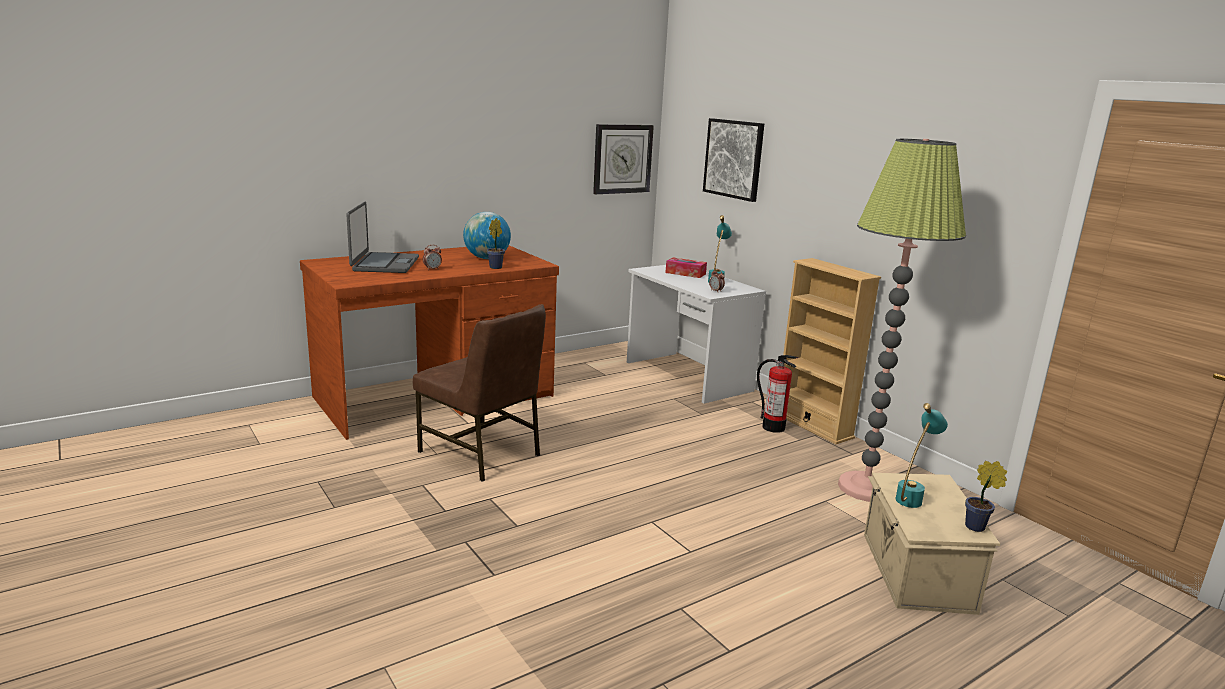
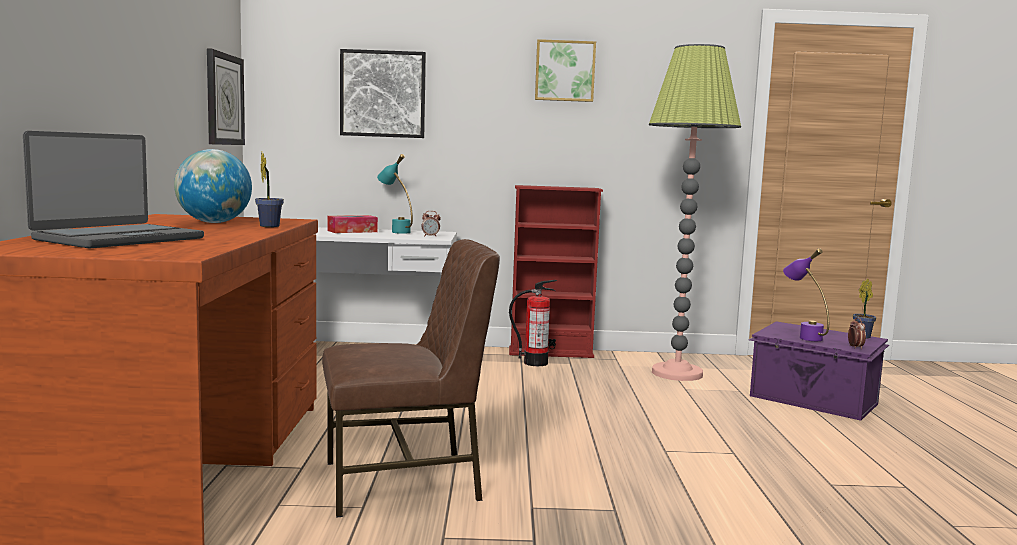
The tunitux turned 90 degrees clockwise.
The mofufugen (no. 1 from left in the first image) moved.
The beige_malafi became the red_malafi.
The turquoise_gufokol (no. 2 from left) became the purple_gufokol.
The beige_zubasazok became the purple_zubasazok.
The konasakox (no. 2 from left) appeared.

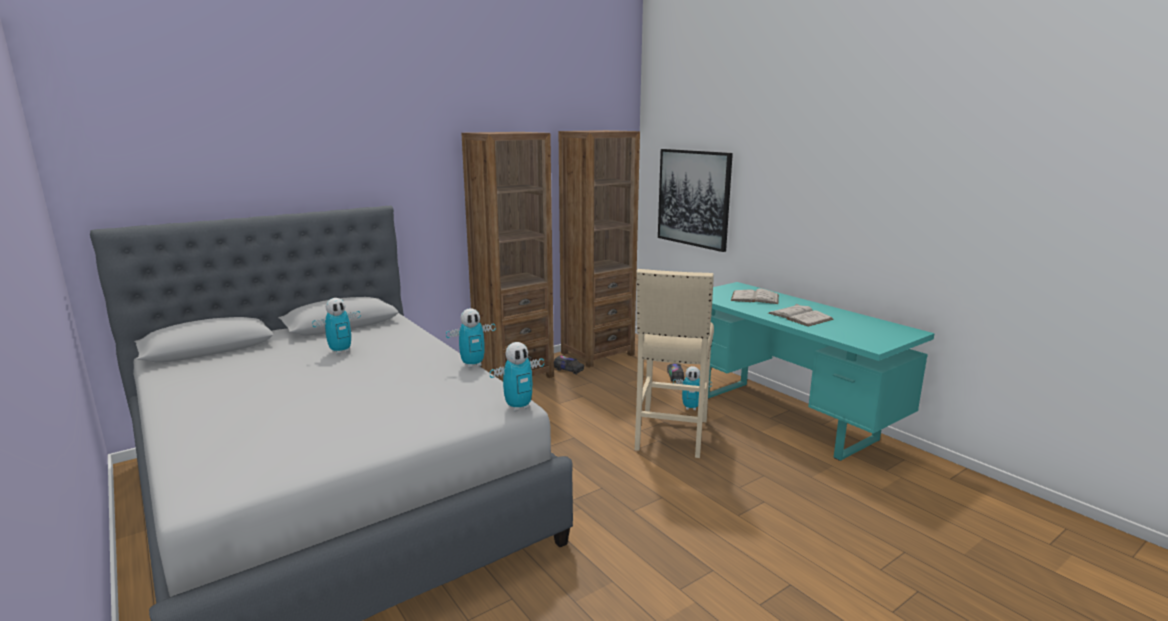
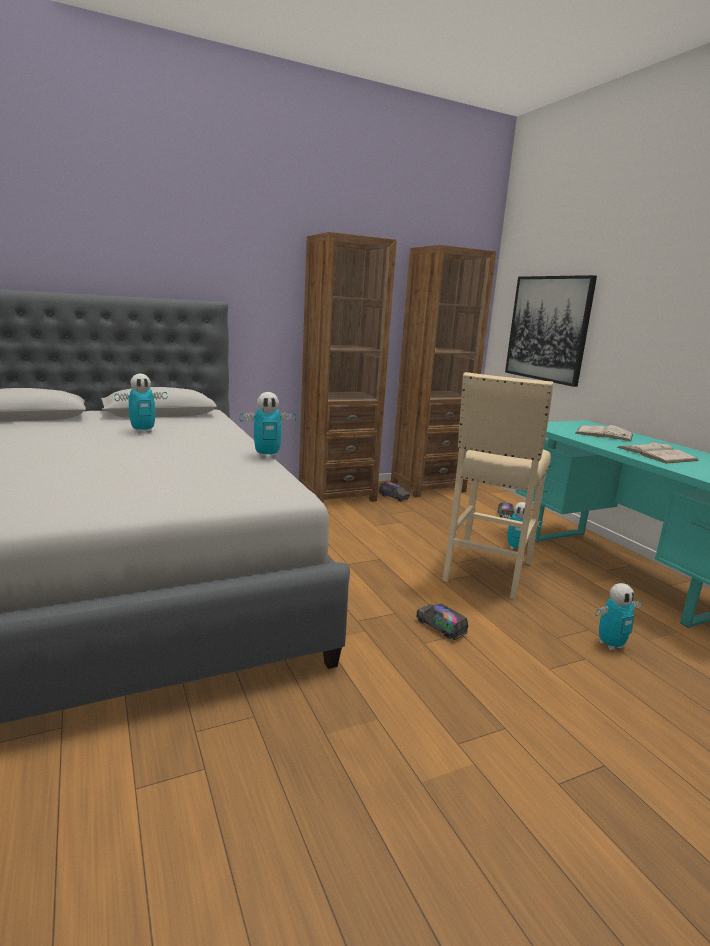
The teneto (no. 3 from left in the first image) moved.
The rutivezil (no. 2 from left) appeared.

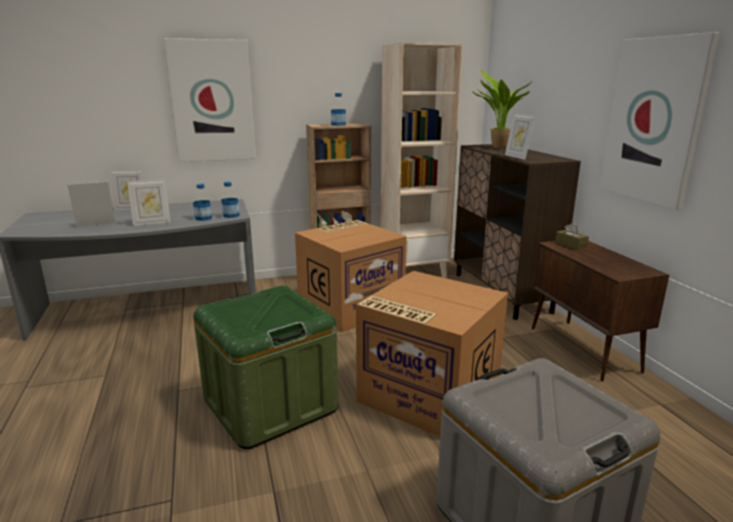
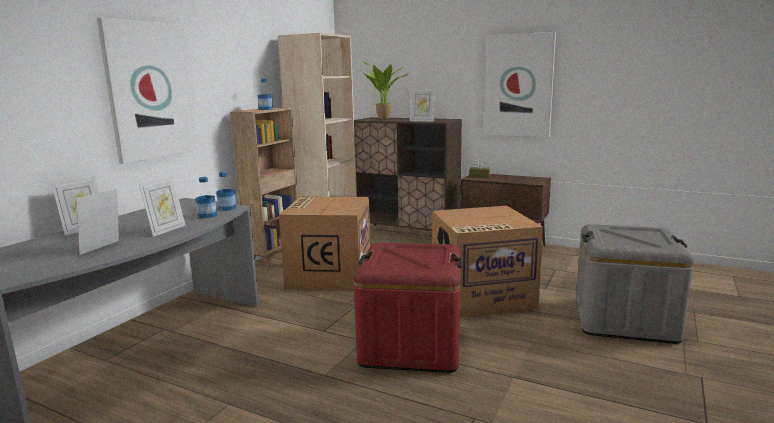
The green_zubasazok became the red_zubasazok.

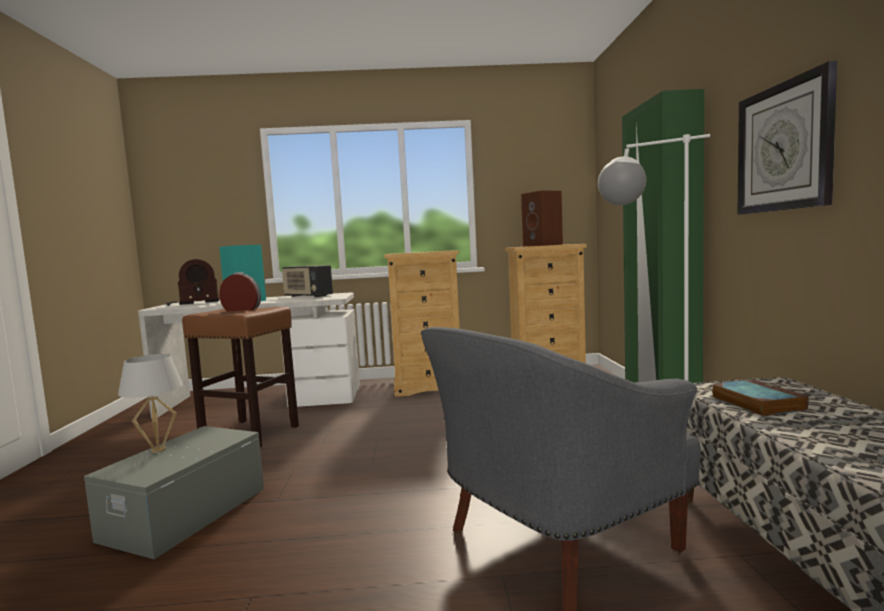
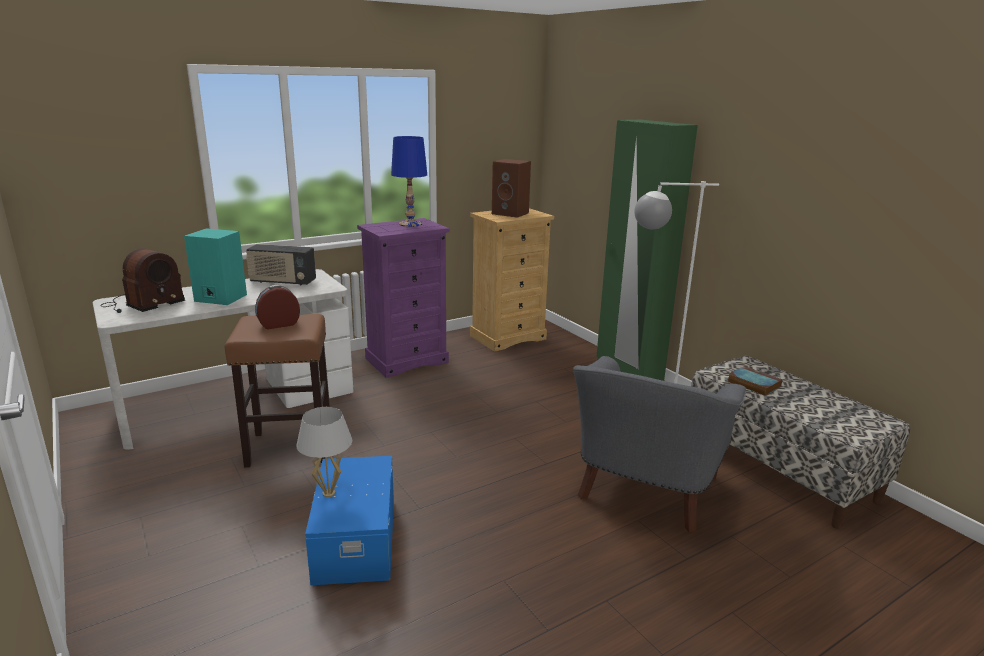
The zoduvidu disappeared.
The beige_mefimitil (no. 1 from left) became the purple_mefimitil.
The grey_zubasazok became the blue_zubasazok.
The blue_gufokol appeared.

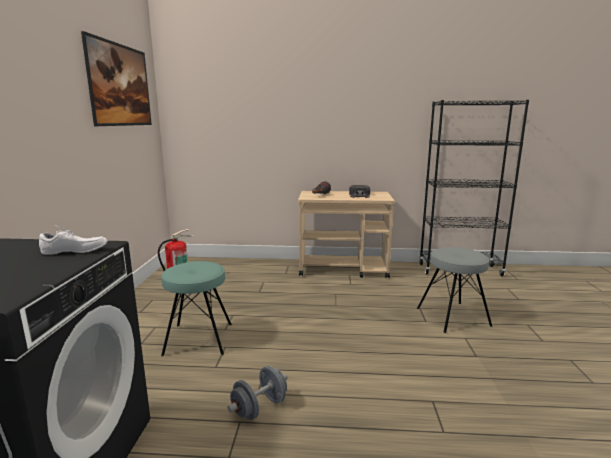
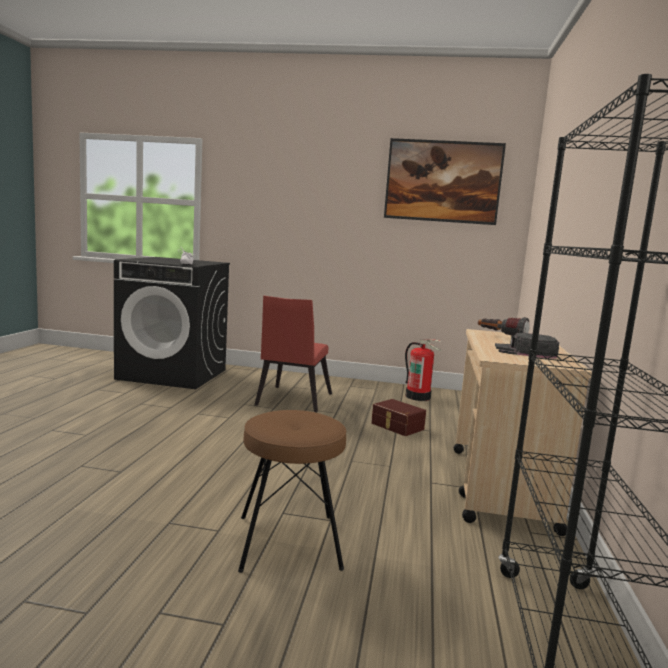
The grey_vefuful became the brown_vefuful.
The turquoise_vefuful was replaced by the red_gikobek.
The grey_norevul disappeared.
The brown_zubasazok appeared.

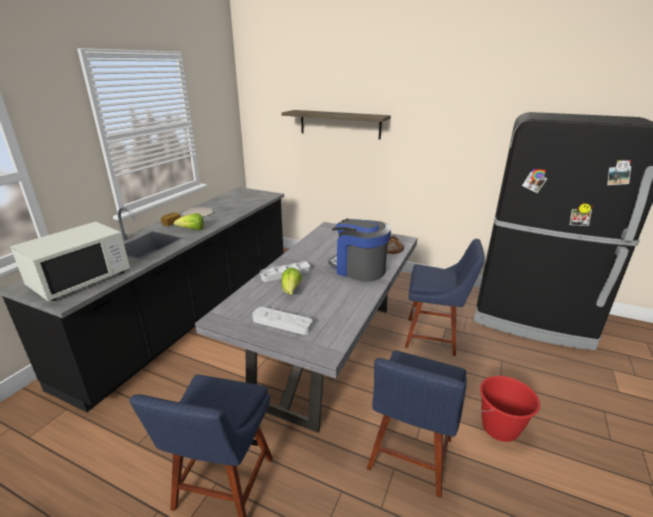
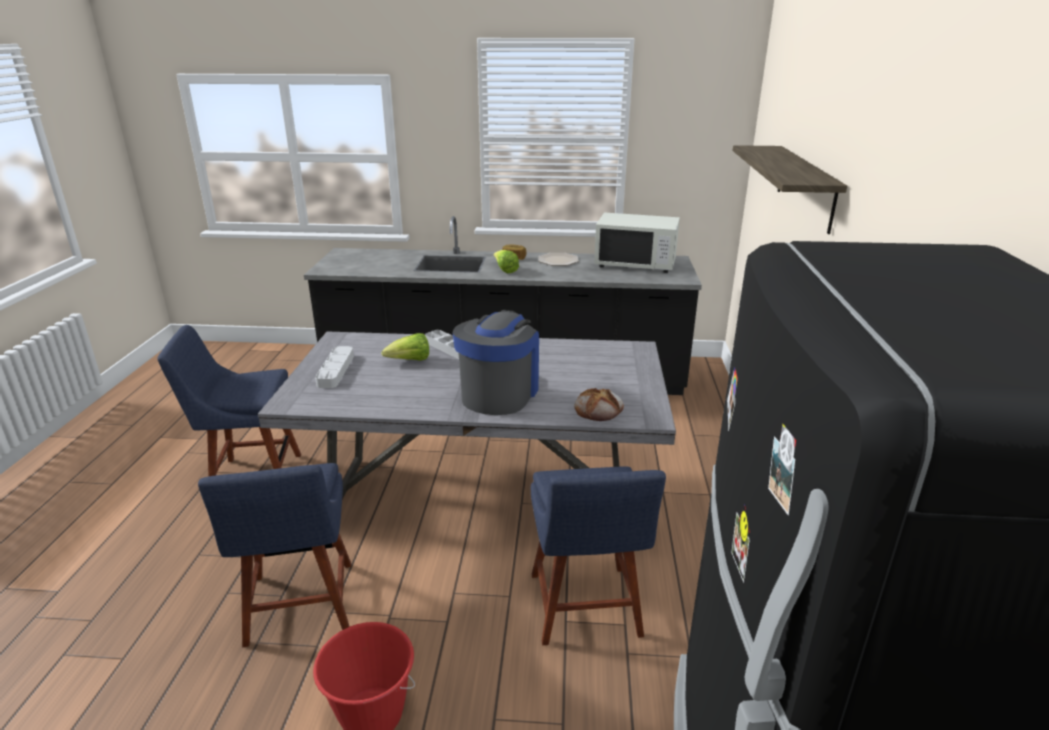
The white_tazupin moved.
The blue_gikobek (no. 2 from left) turned 105 degrees counterclockwise.

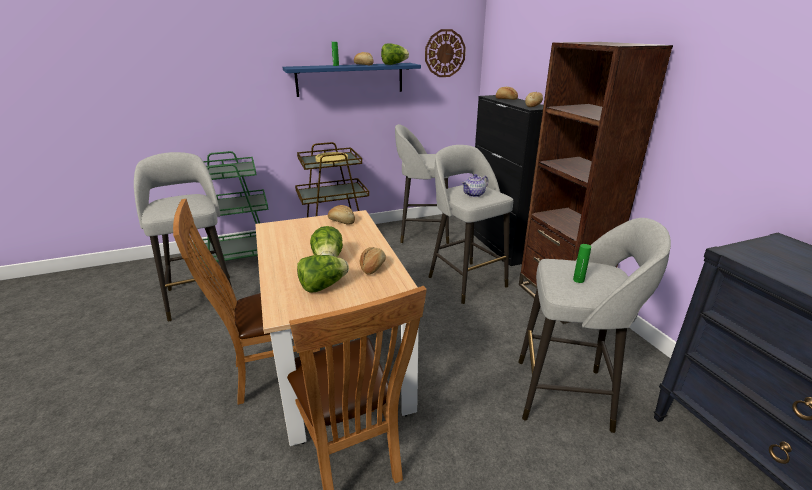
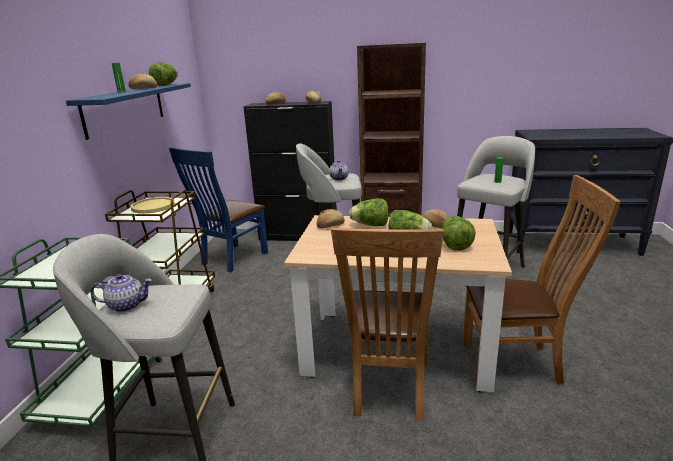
The zoduvidu disappeared.
The grey_vefuful (no. 2 from left) was replaced by the blue_gikobek.
The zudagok (no. 2 from left) appeared.
The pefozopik (no. 1 from left) appeared.

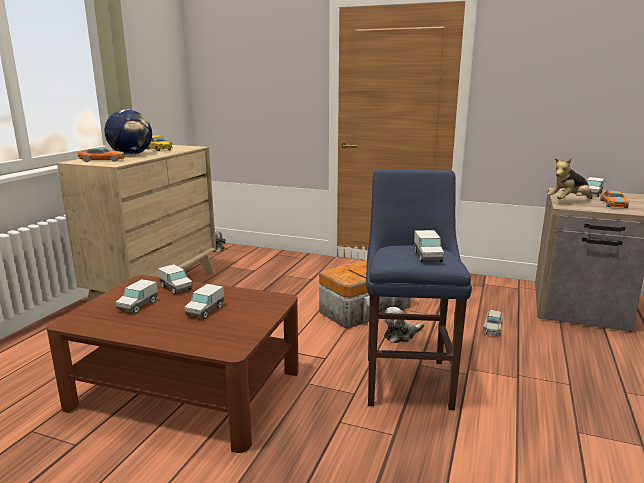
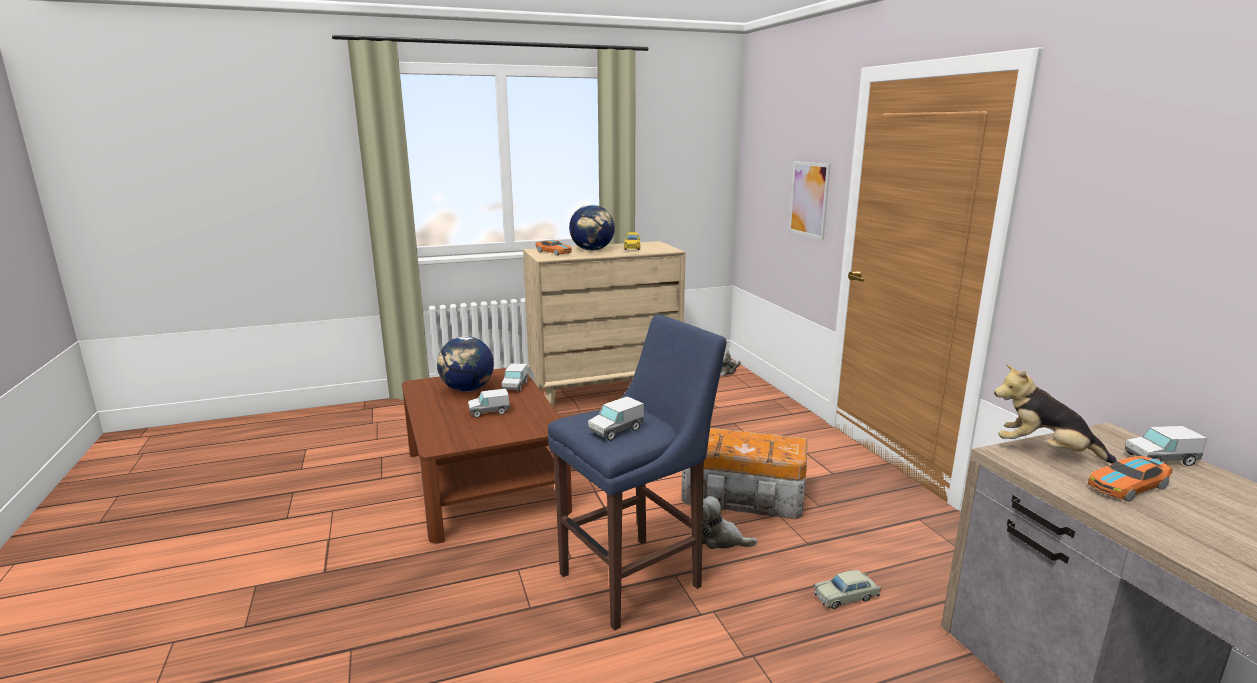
The rutivezil (no. 1 from left) was replaced by the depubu (no. 1 from left).
The konasakox appeared.

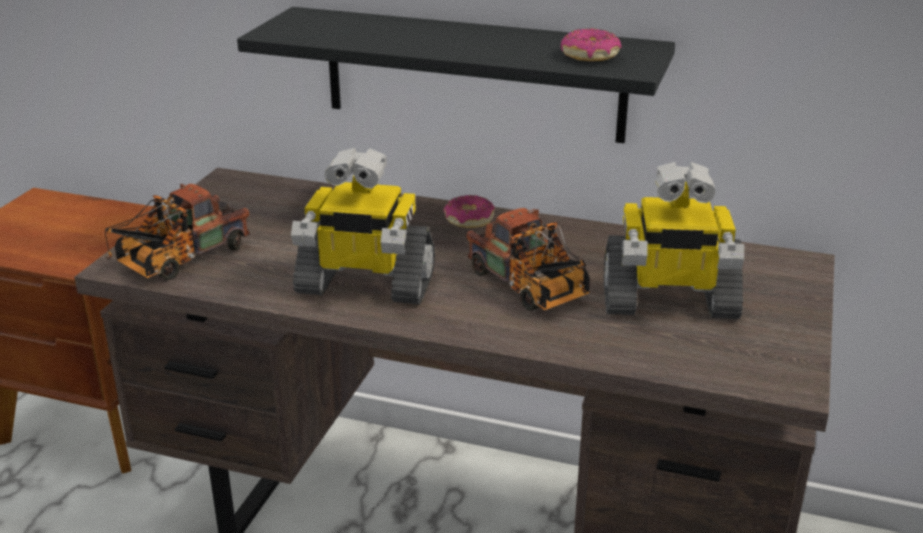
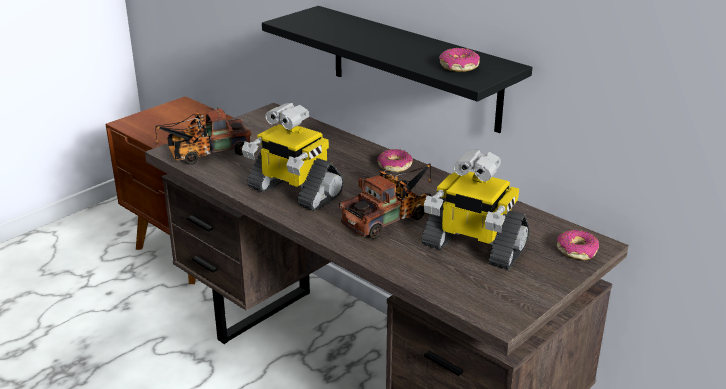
The rutivezil (no. 2 from left) turned 120 degrees counterclockwise.
The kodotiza (no. 3 from left) appeared.

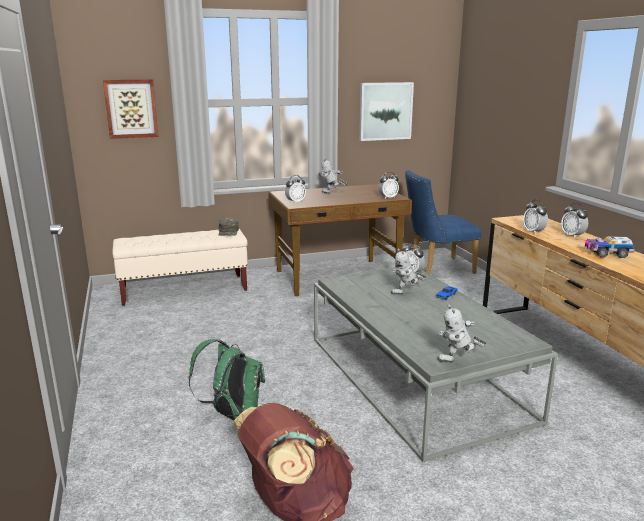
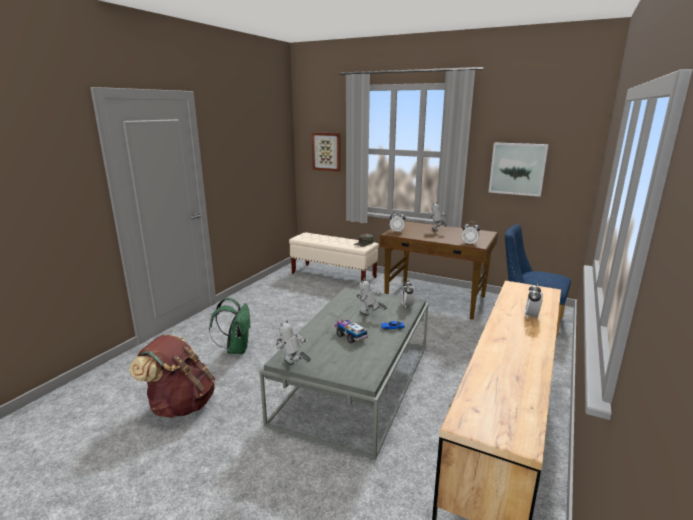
The mofufugen (no. 4 from left) disappeared.
The rutivezil moved.

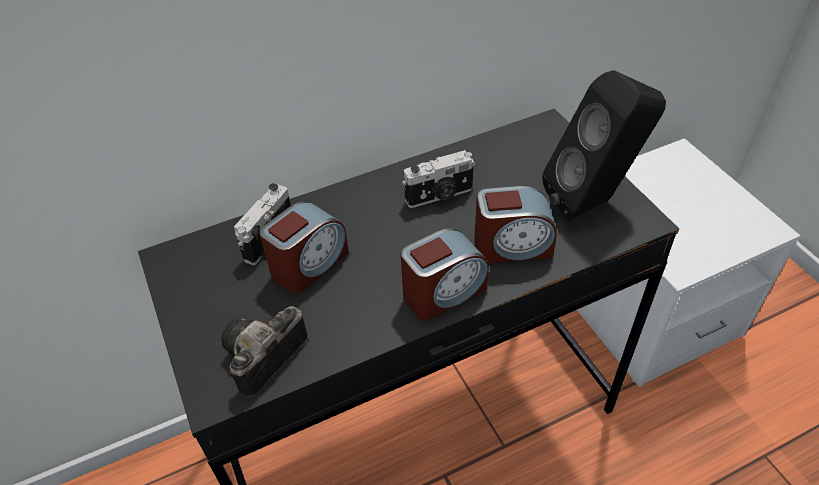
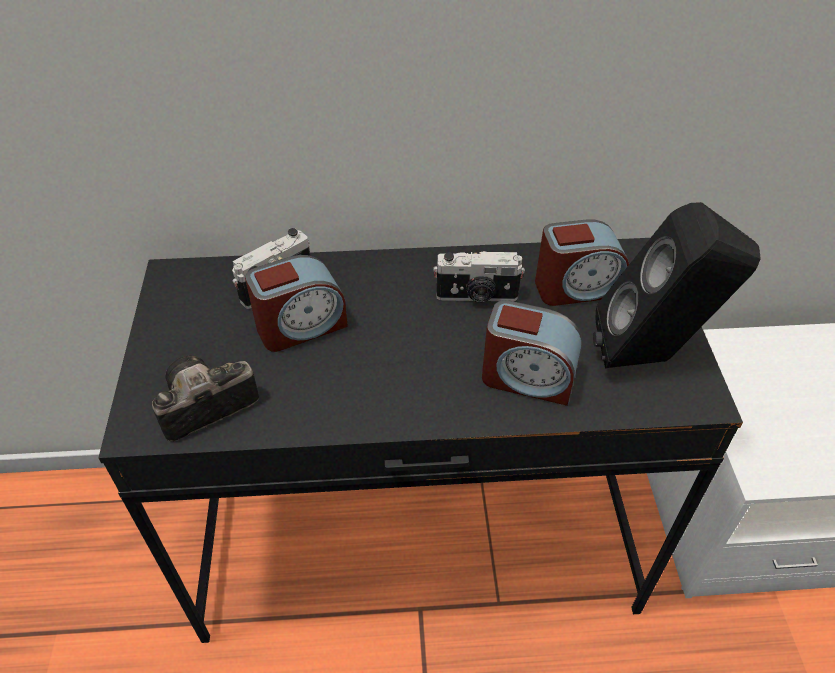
The mofufugen (no. 2 from left in the first image) moved.

